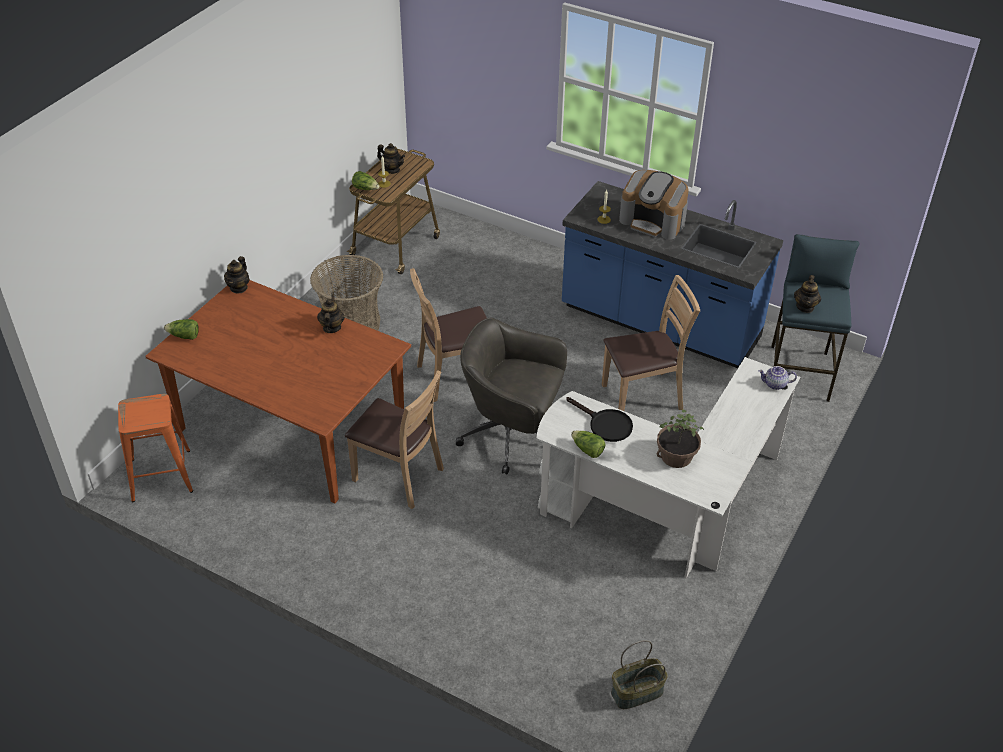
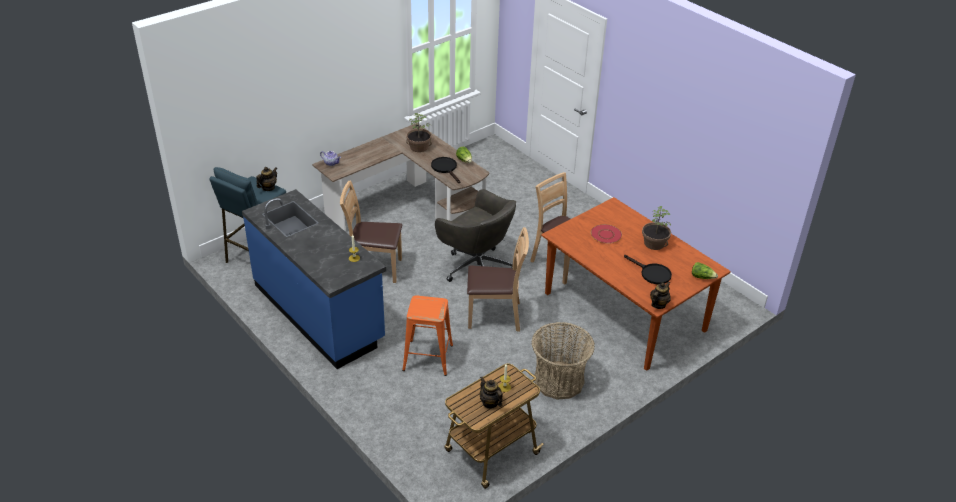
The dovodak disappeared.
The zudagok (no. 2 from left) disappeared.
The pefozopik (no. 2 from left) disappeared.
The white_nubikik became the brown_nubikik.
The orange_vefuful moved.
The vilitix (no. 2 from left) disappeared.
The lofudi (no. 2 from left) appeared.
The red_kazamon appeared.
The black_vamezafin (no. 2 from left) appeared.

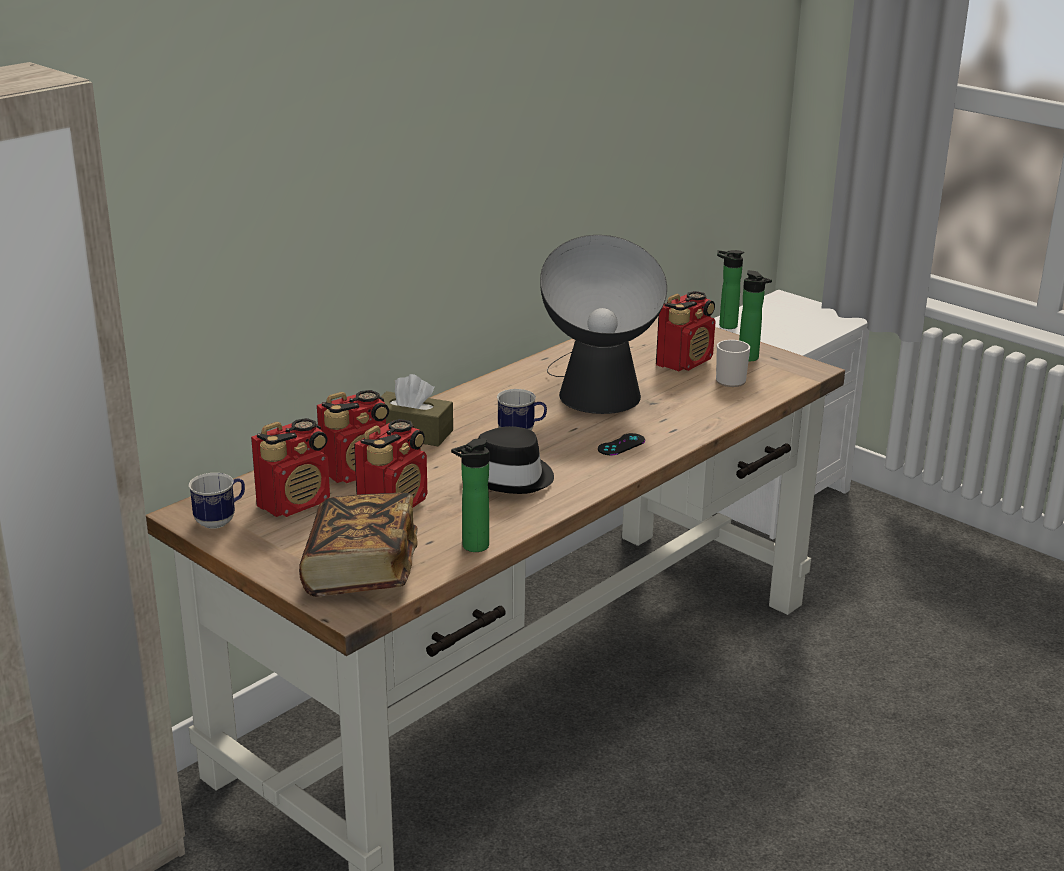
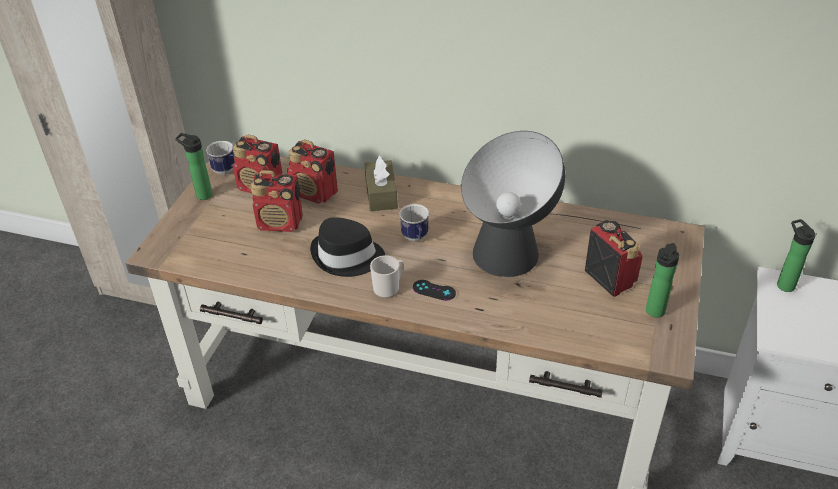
The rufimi (no. 4 from left) turned 135 degrees counterclockwise.
The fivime (no. 3 from left in the first image) moved.
The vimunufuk (no. 1 from left) moved.
The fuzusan disappeared.

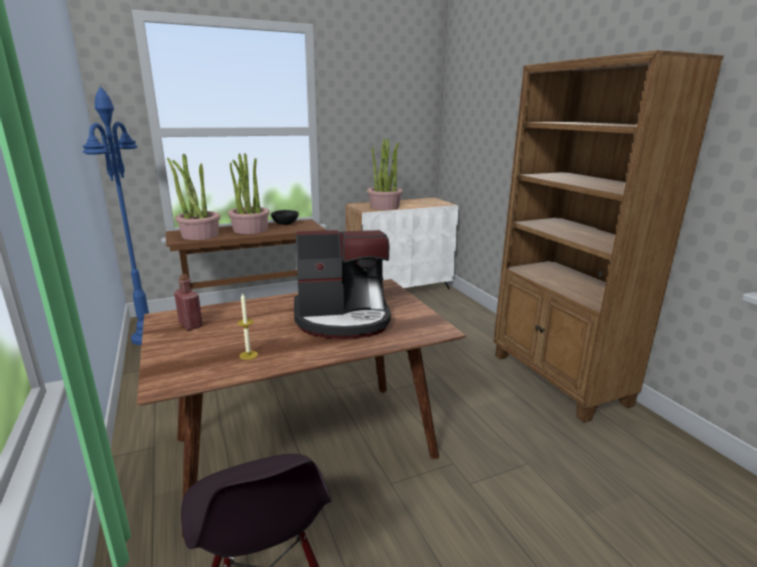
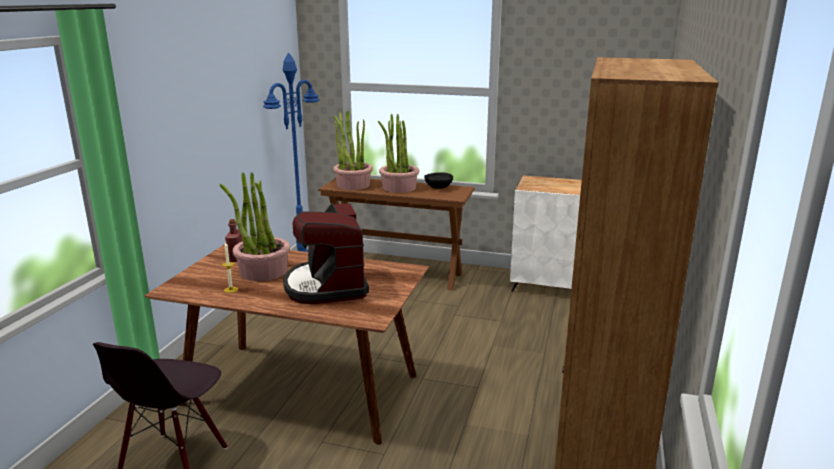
The lofudi (no. 3 from left in the first image) moved.
The dovodak turned 45 degrees clockwise.

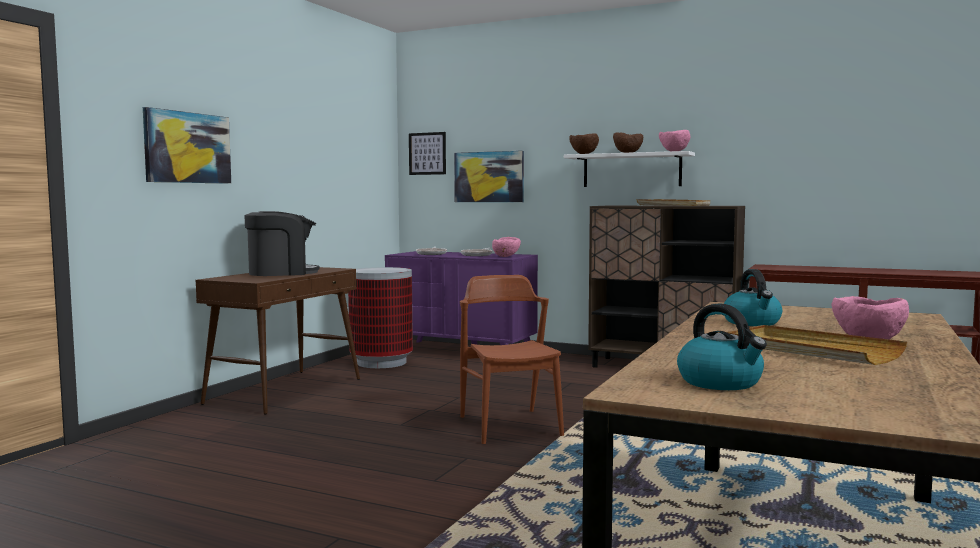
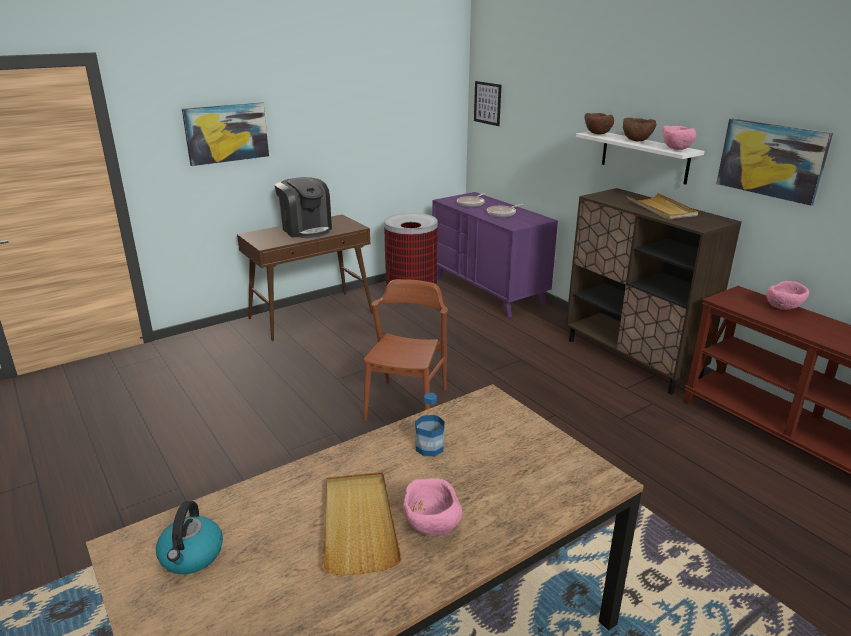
The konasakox (no. 3 from left) moved.
The dovodak turned 45 degrees clockwise.
The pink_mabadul (no. 1 from left in the first image) moved.
The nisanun (no. 2 from left) was replaced by the vimunufuk.

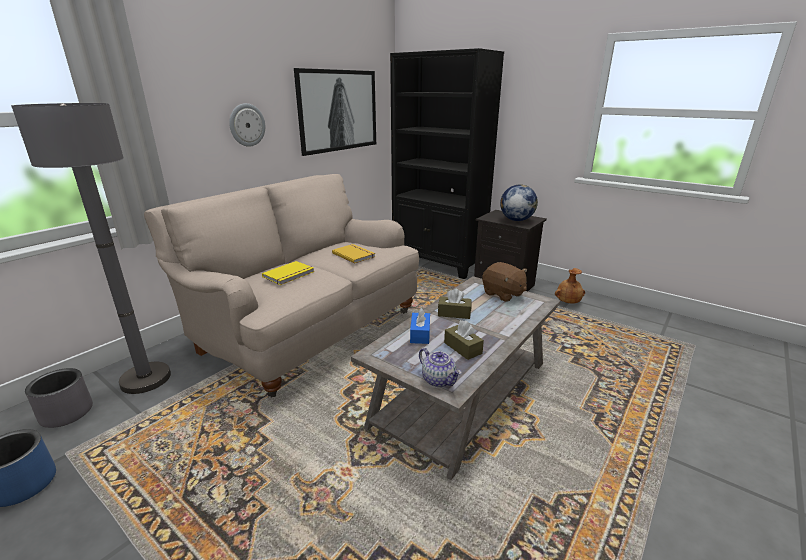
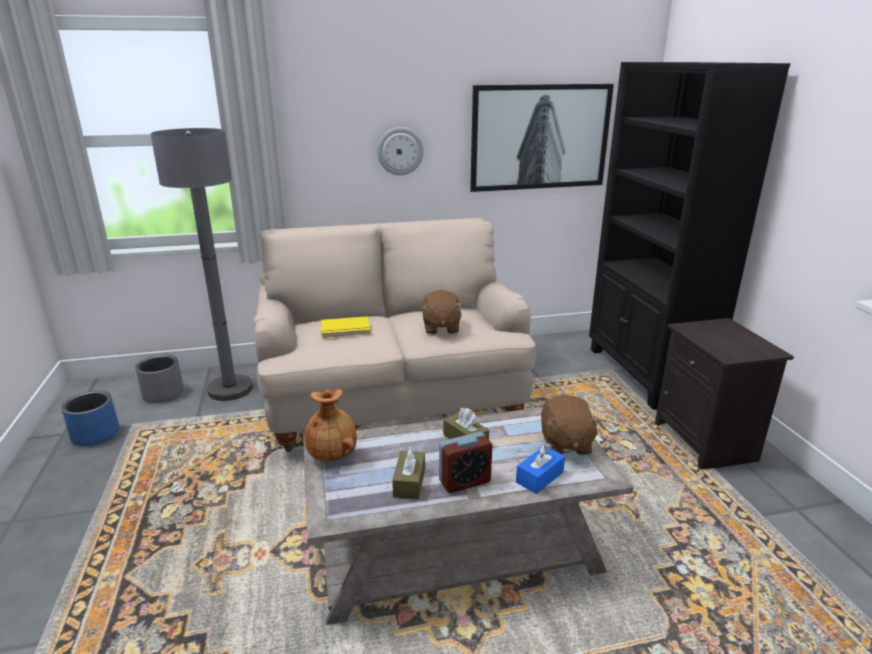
The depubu disappeared.
The yellow_fuzusan (no. 2 from left) was replaced by the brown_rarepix (no. 1 from left).
The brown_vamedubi moved.
The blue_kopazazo moved.
The pefozopik disappeared.
The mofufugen appeared.

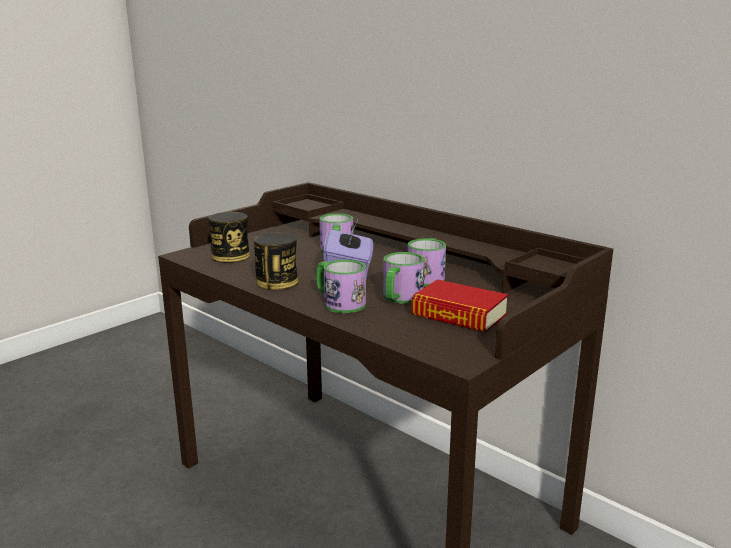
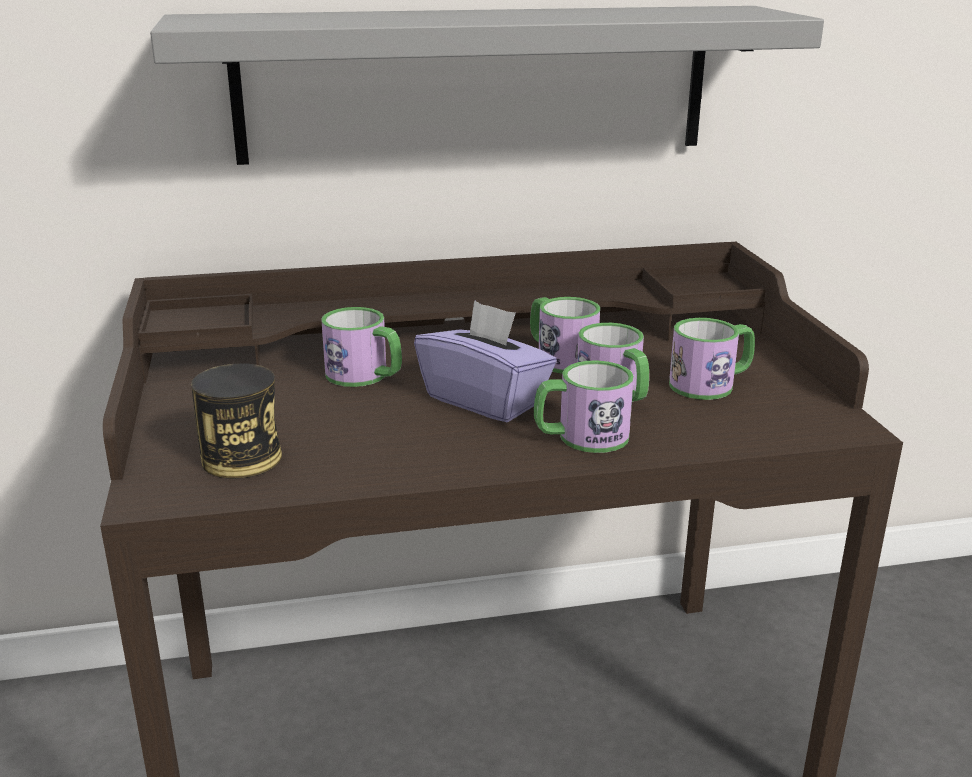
The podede (no. 2 from left) disappeared.
The fuzusan was replaced by the fivime (no. 5 from left).
The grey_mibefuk appeared.

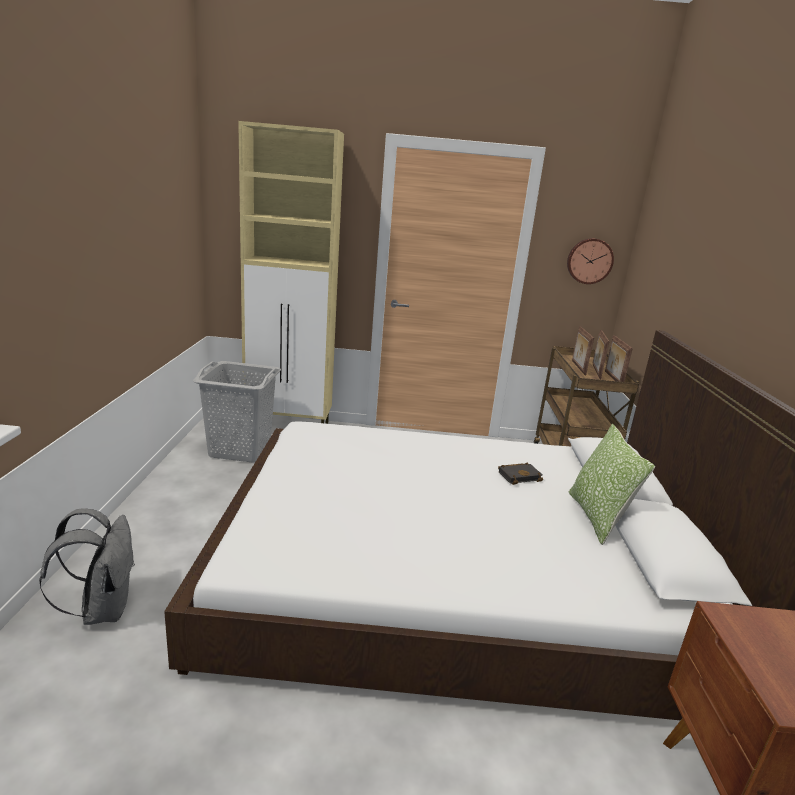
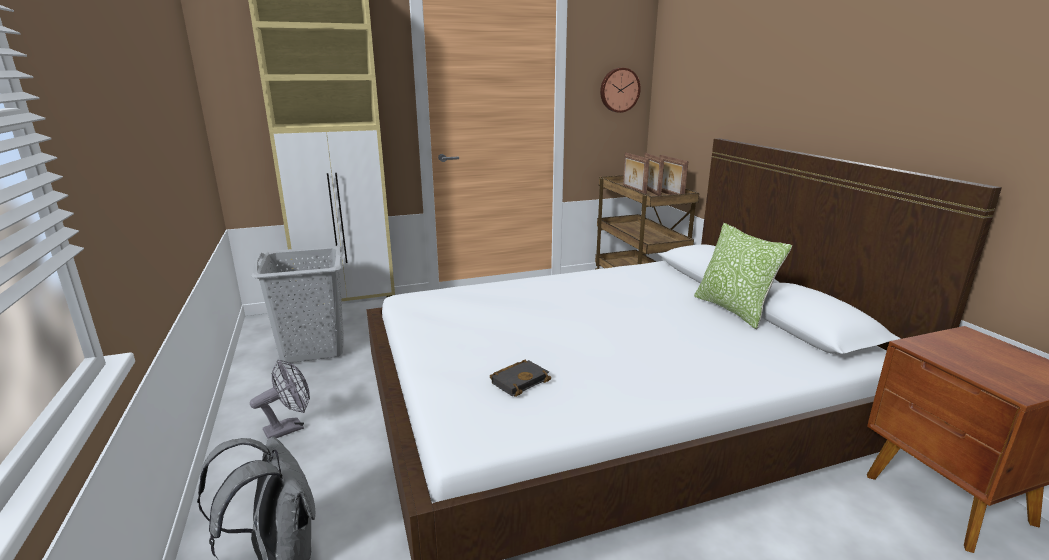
The black_fuzusan moved.
The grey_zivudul appeared.

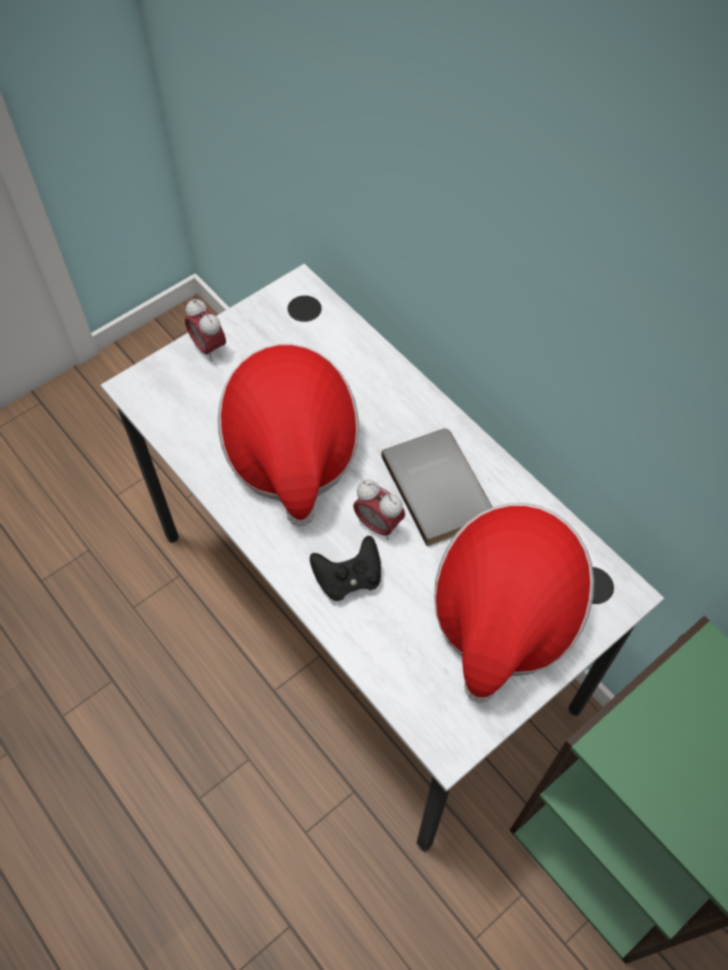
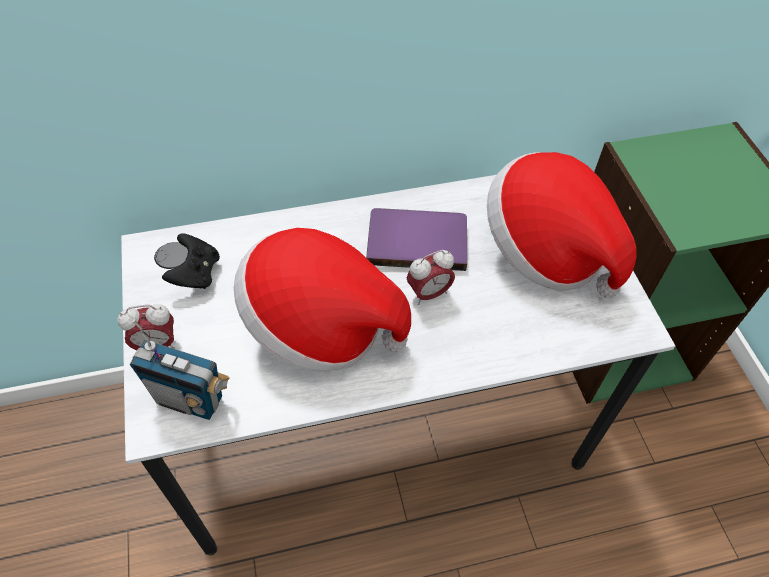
The grey_fuzusan became the purple_fuzusan.
The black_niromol moved.
The rufimi appeared.

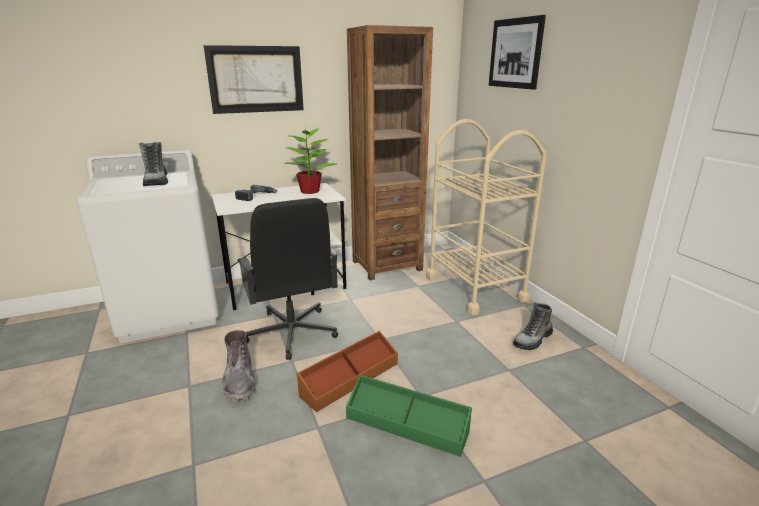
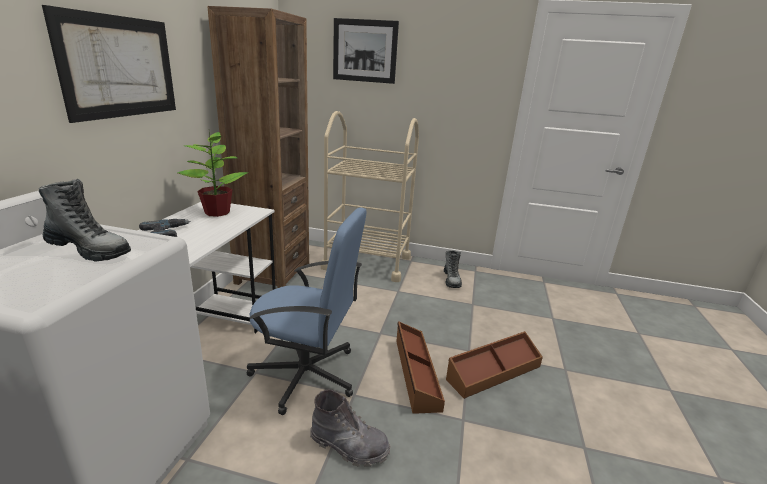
The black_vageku became the blue_vageku.
The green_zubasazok became the brown_zubasazok (no. 2 from left).

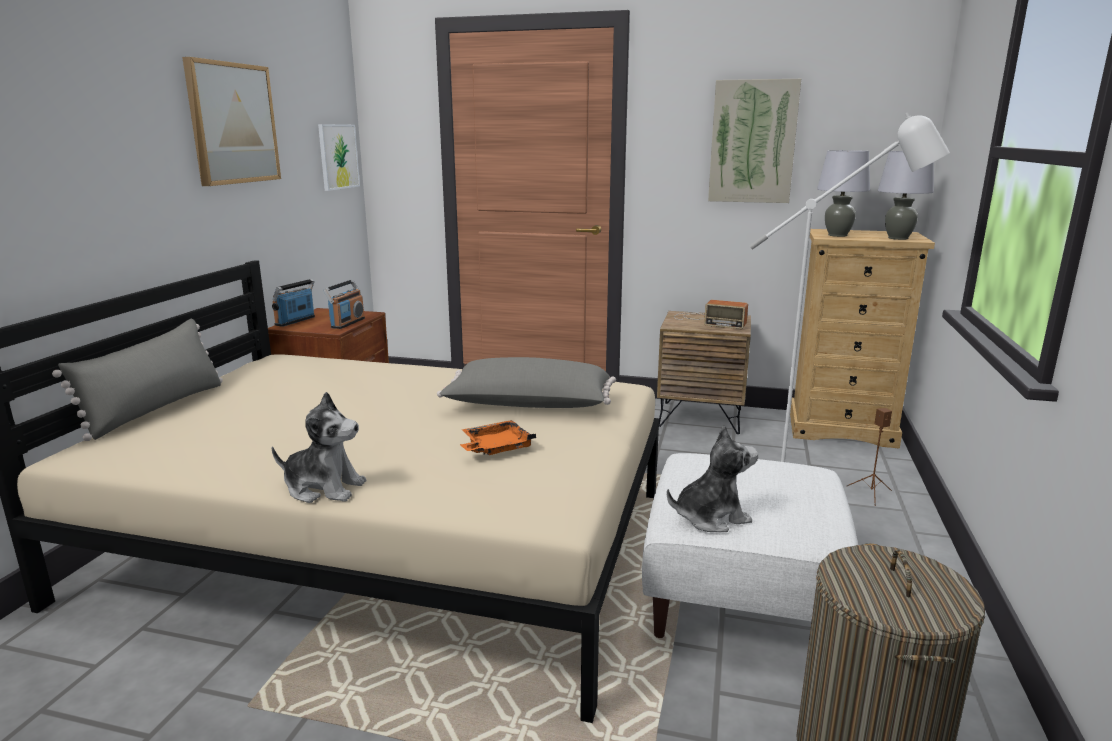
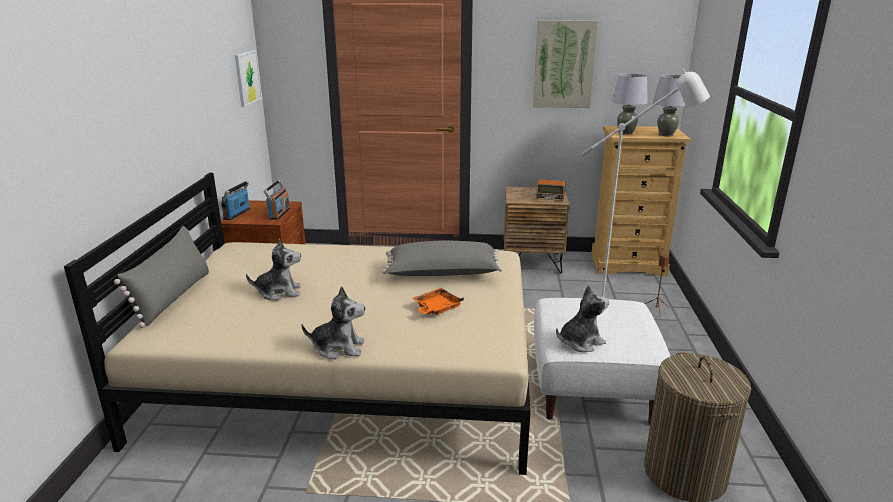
The konasakox (no. 1 from left) disappeared.
The rarepix (no. 1 from left) appeared.

